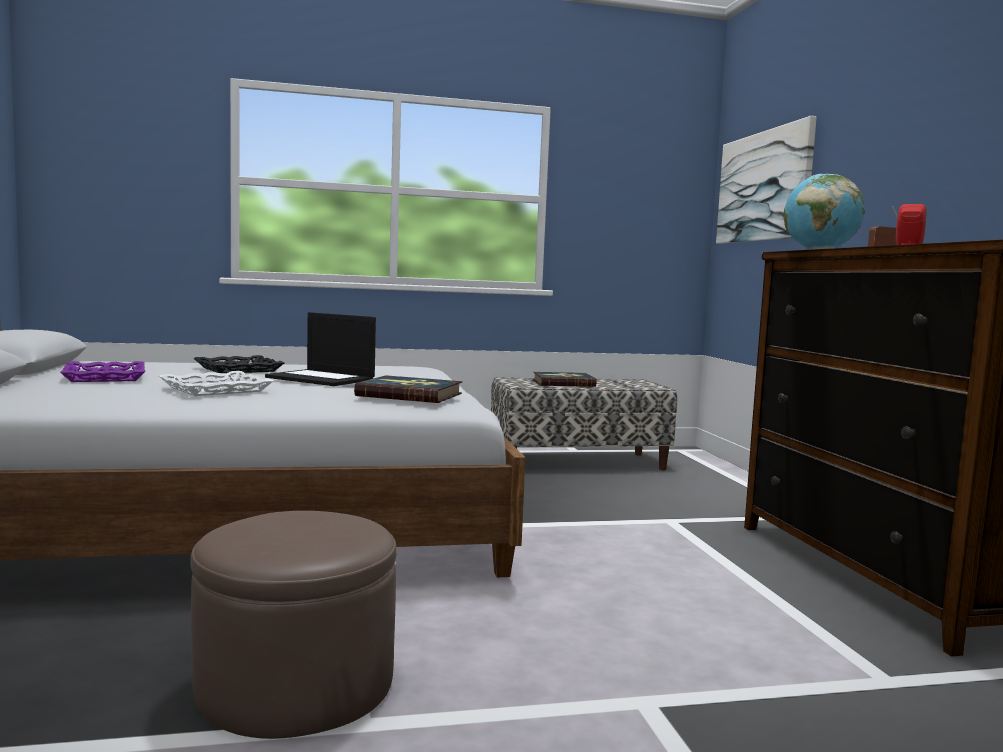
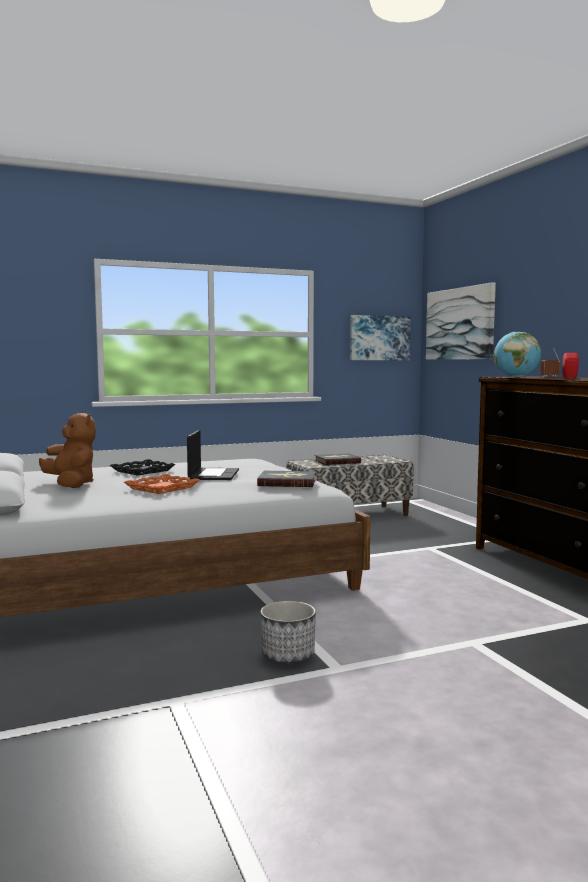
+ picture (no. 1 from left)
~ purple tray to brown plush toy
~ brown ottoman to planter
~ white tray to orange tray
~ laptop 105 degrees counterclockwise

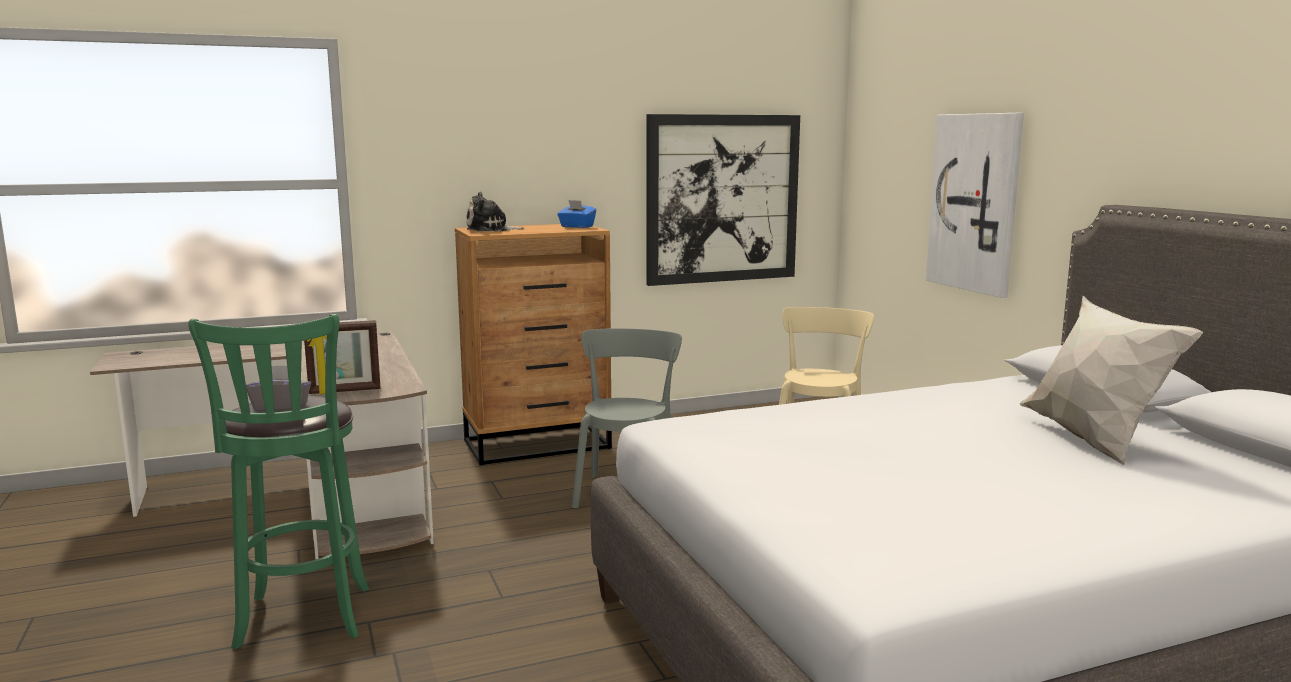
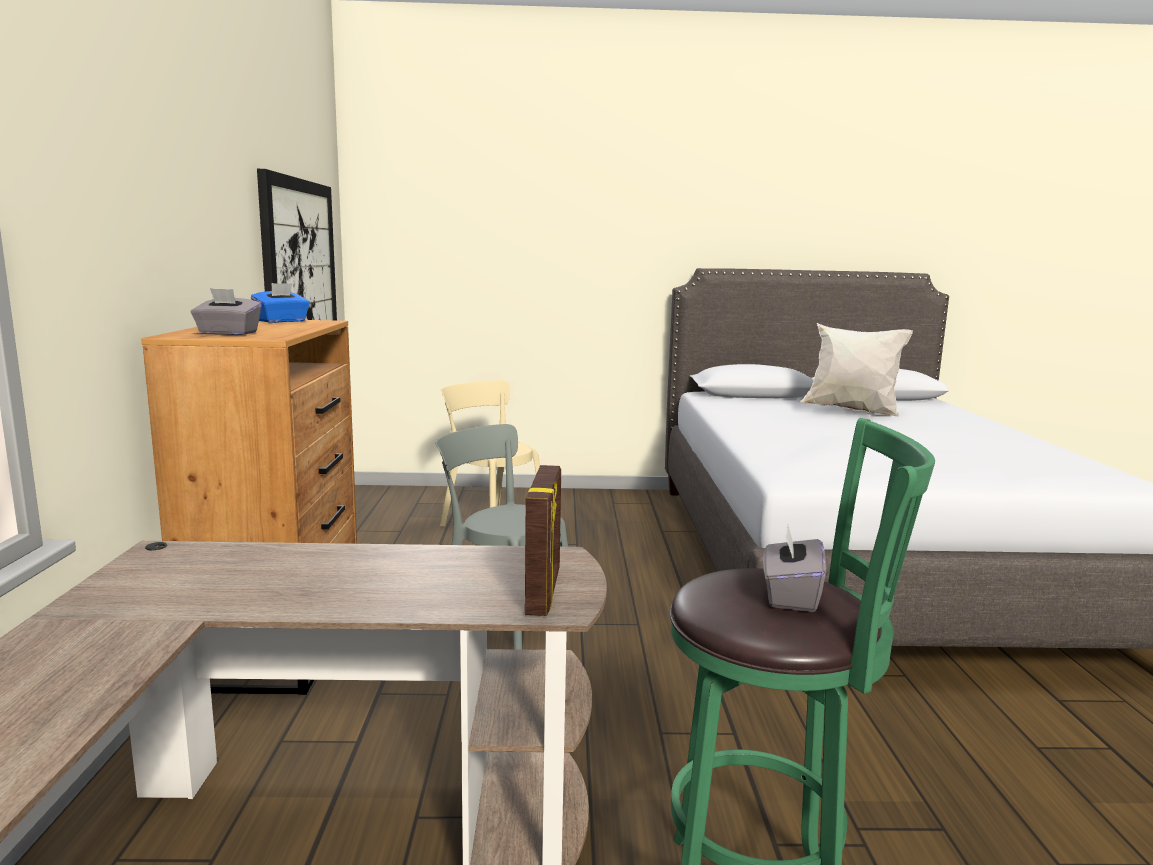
- picture (no. 2 from left)
~ plush toy to grey tissue box (no. 1 from left)

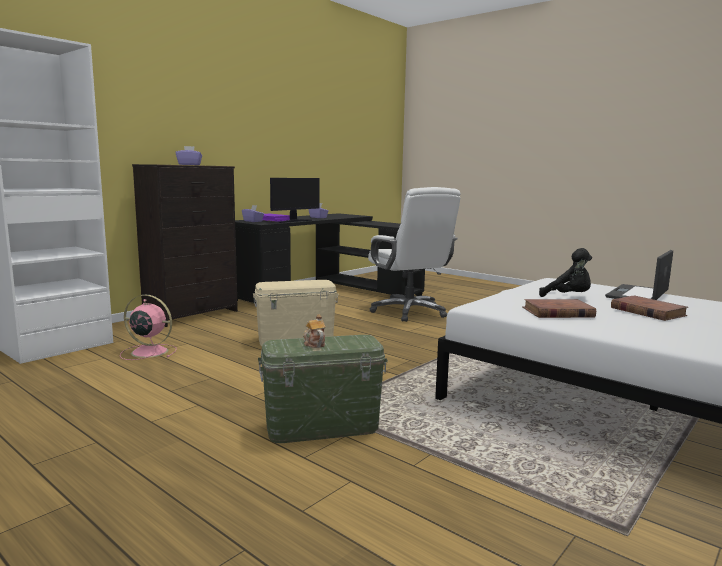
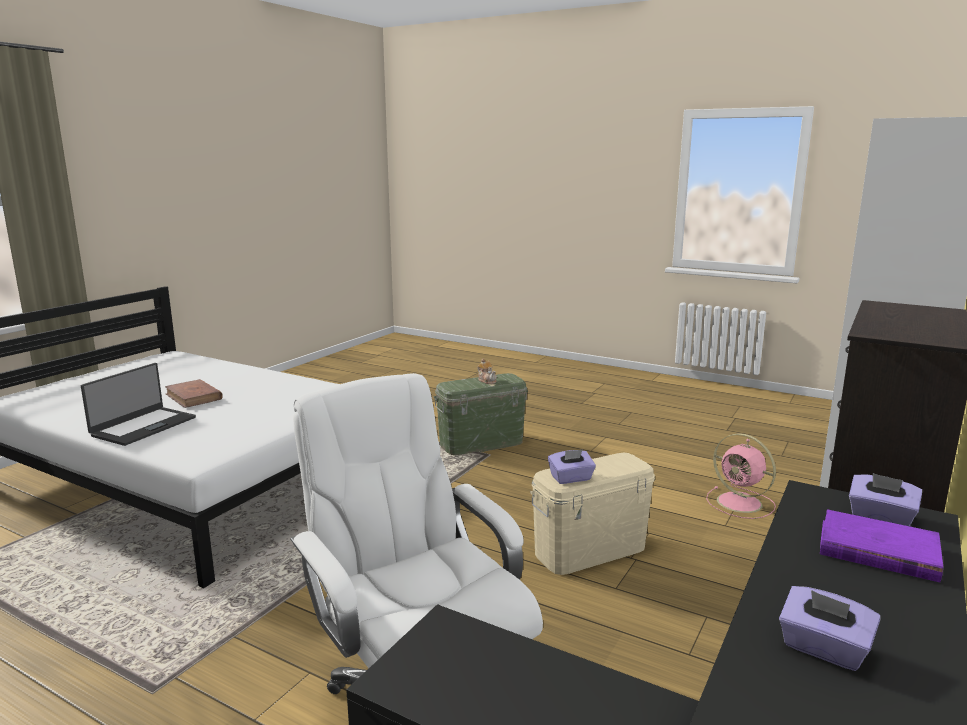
- monitor
- brown book (no. 1 from left)
- black plush toy
~ purple tissue box (no. 1 from left)
~ pink fan 45 degrees clockwise

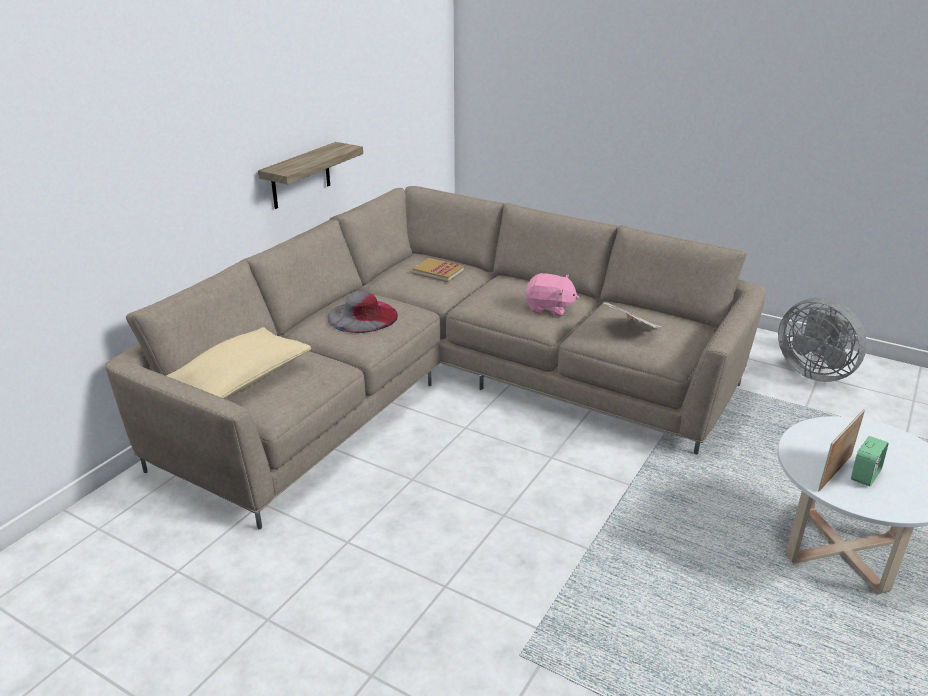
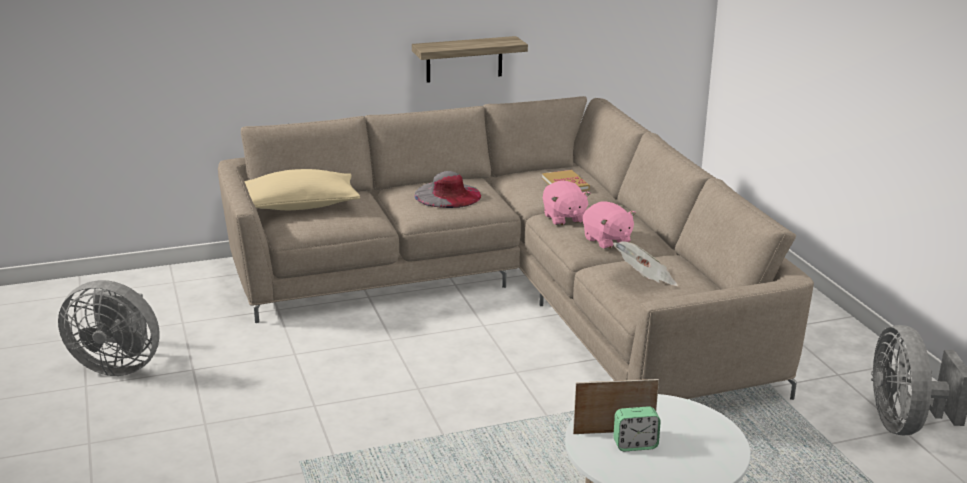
+ grey fan (no. 1 from left)
+ pink plush toy (no. 1 from left)

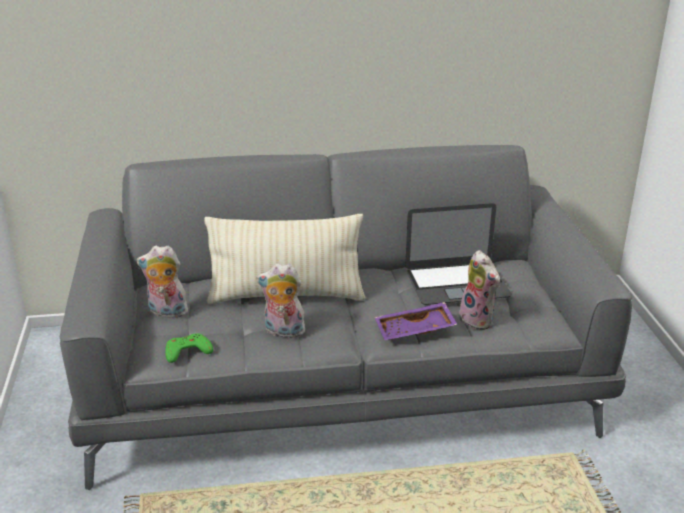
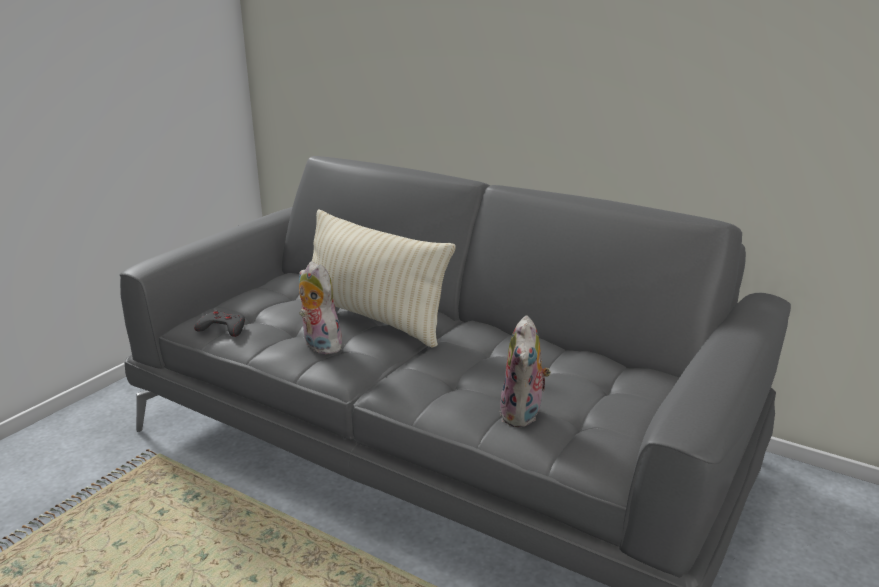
- plush toy (no. 1 from left)
- purple tray
- laptop
~ green game controller to grey game controller

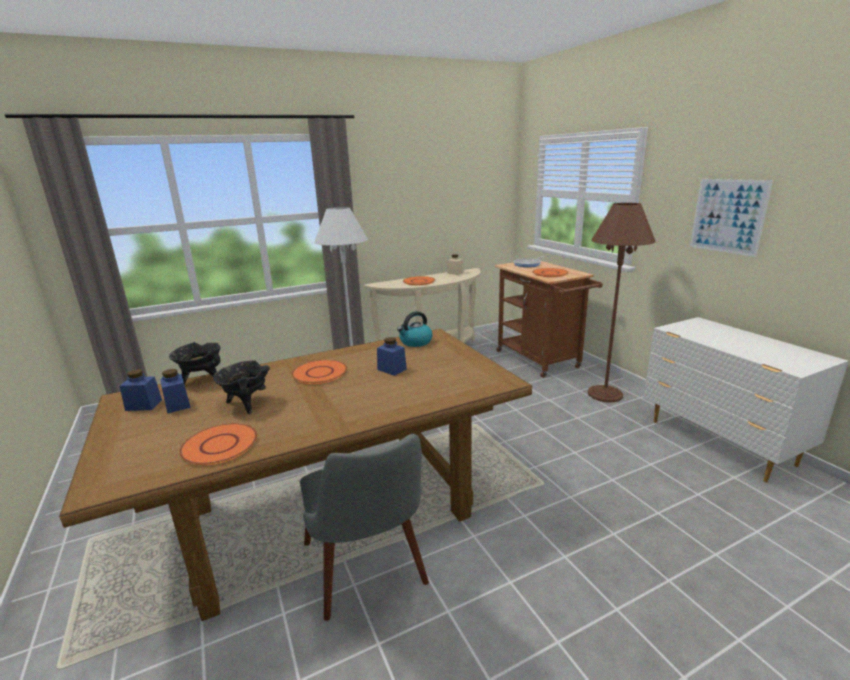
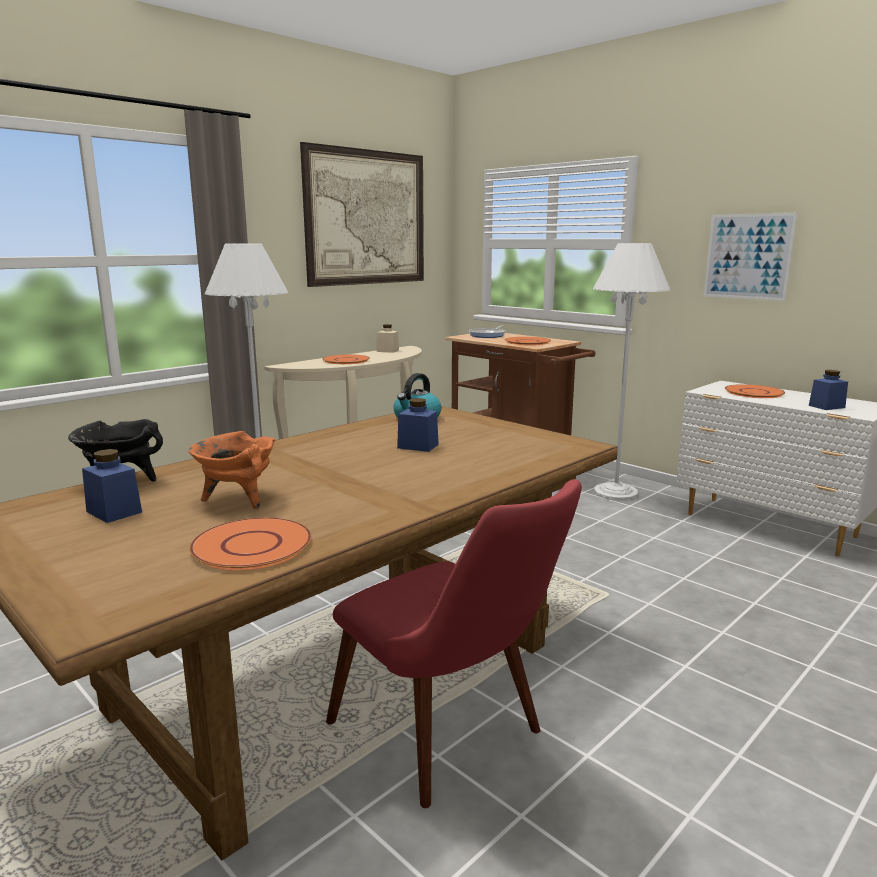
+ picture (no. 1 from left)
~ blue jar (no. 1 from left in the first image) to blue jar (no. 3 from left)
~ orange plate (no. 2 from left in the first image) to orange plate (no. 4 from left)
~ black cooking pot (no. 2 from left) to orange cooking pot
~ grey chair to red chair
~ brown floor lamp to white floor lamp (no. 2 from left)

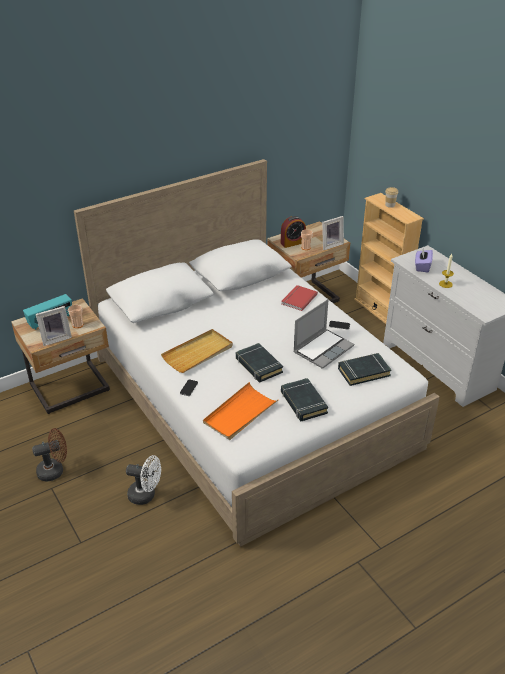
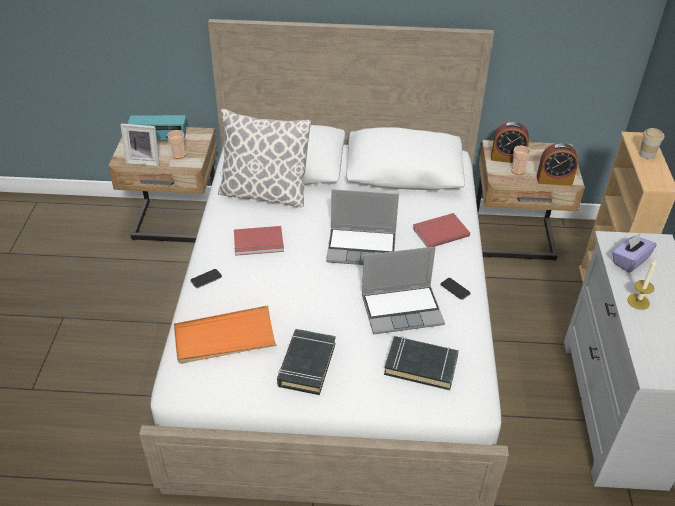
- brown fan
- white fan
- black book (no. 1 from left)
+ pillow
+ laptop (no. 1 from left)
~ beige tray to red book (no. 1 from left)
~ picture frame (no. 2 from left) to alarm clock (no. 2 from left)

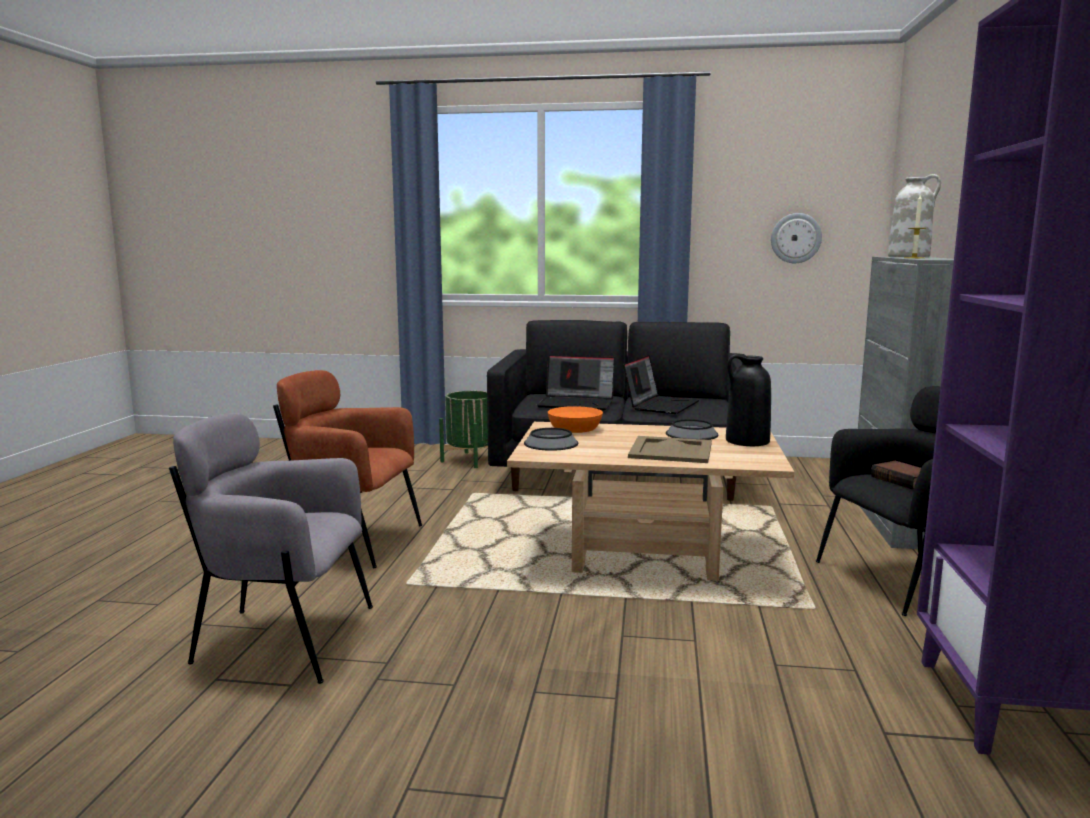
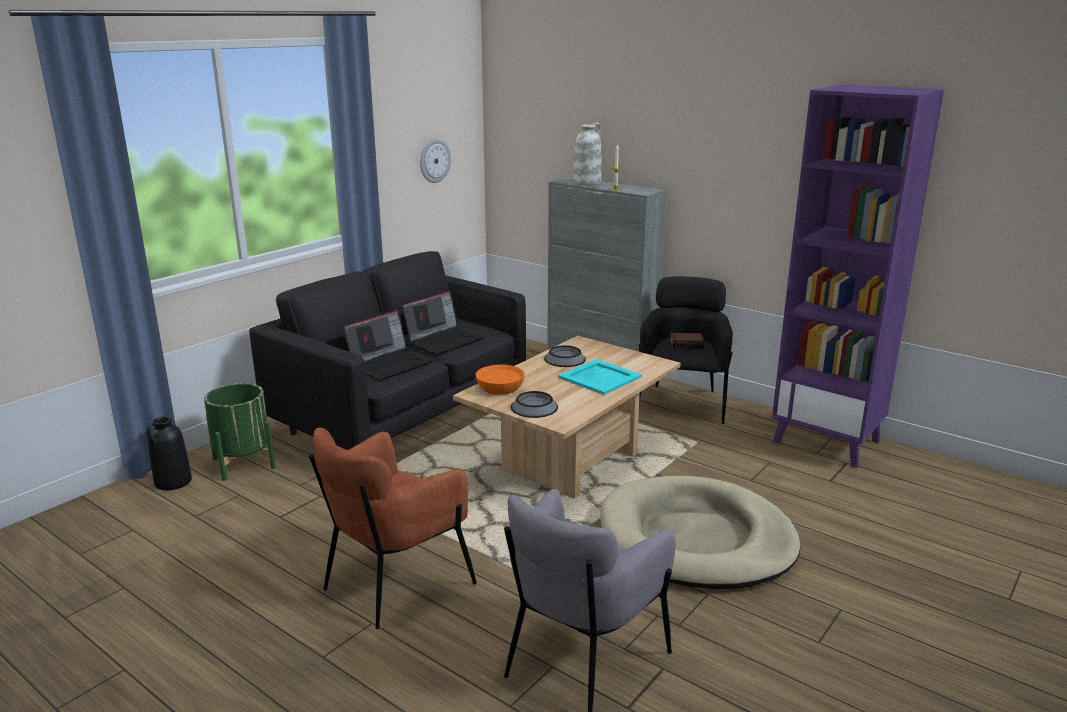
+ beige dog bed
~ black vase
~ beige tray to turquoise tray
~ laptop (no. 2 from left) 75 degrees clockwise

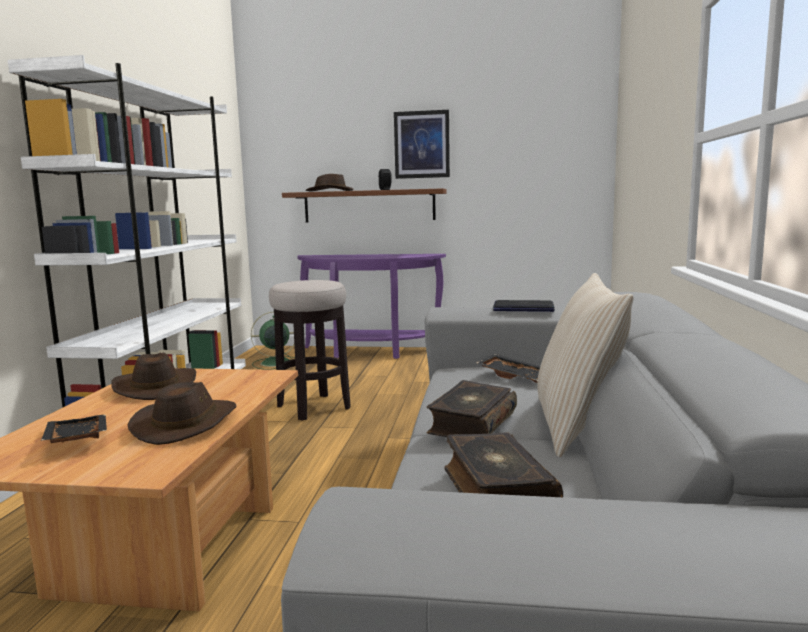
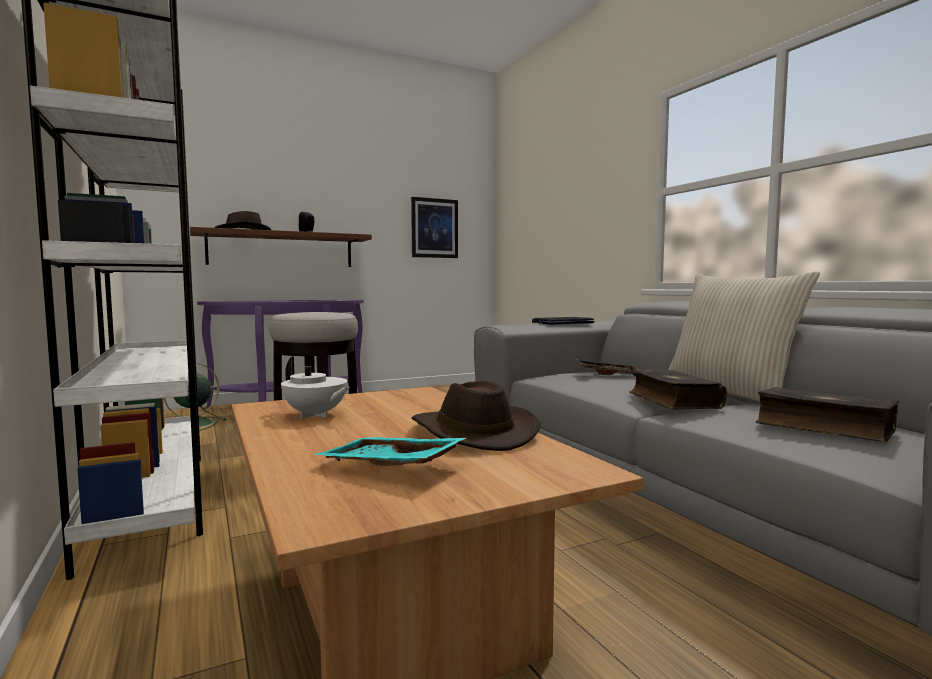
~ picture
~ brown hat (no. 1 from left) to white teapot
~ black tray (no. 1 from left) to turquoise tray

